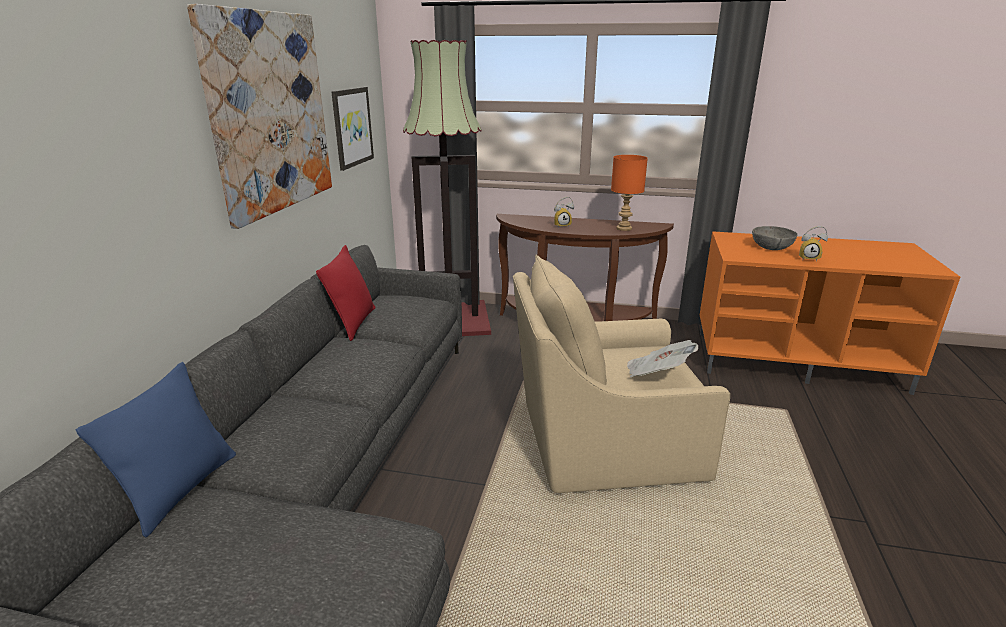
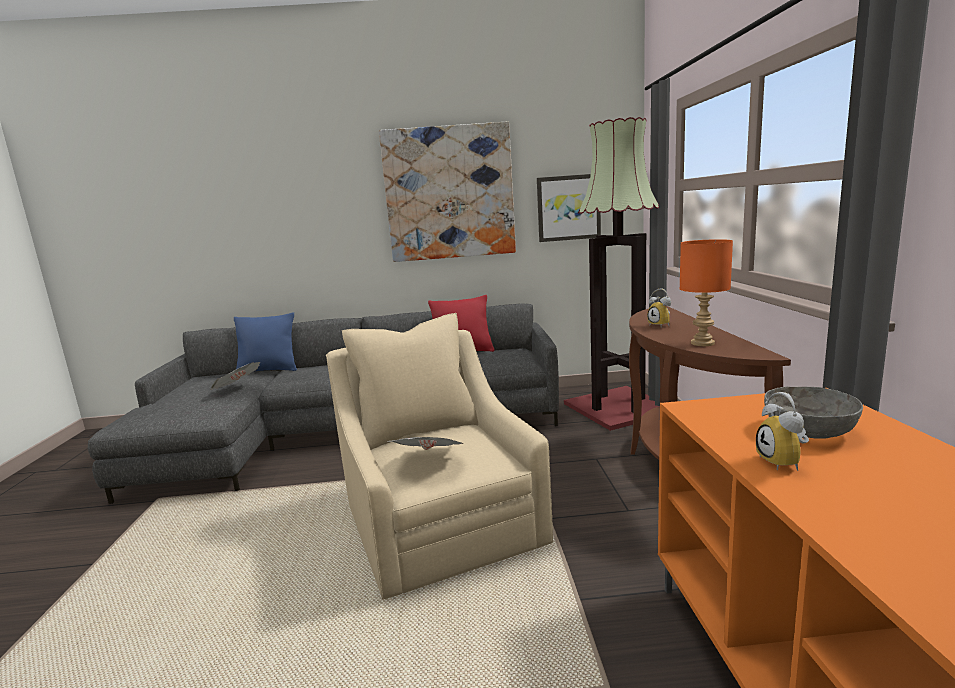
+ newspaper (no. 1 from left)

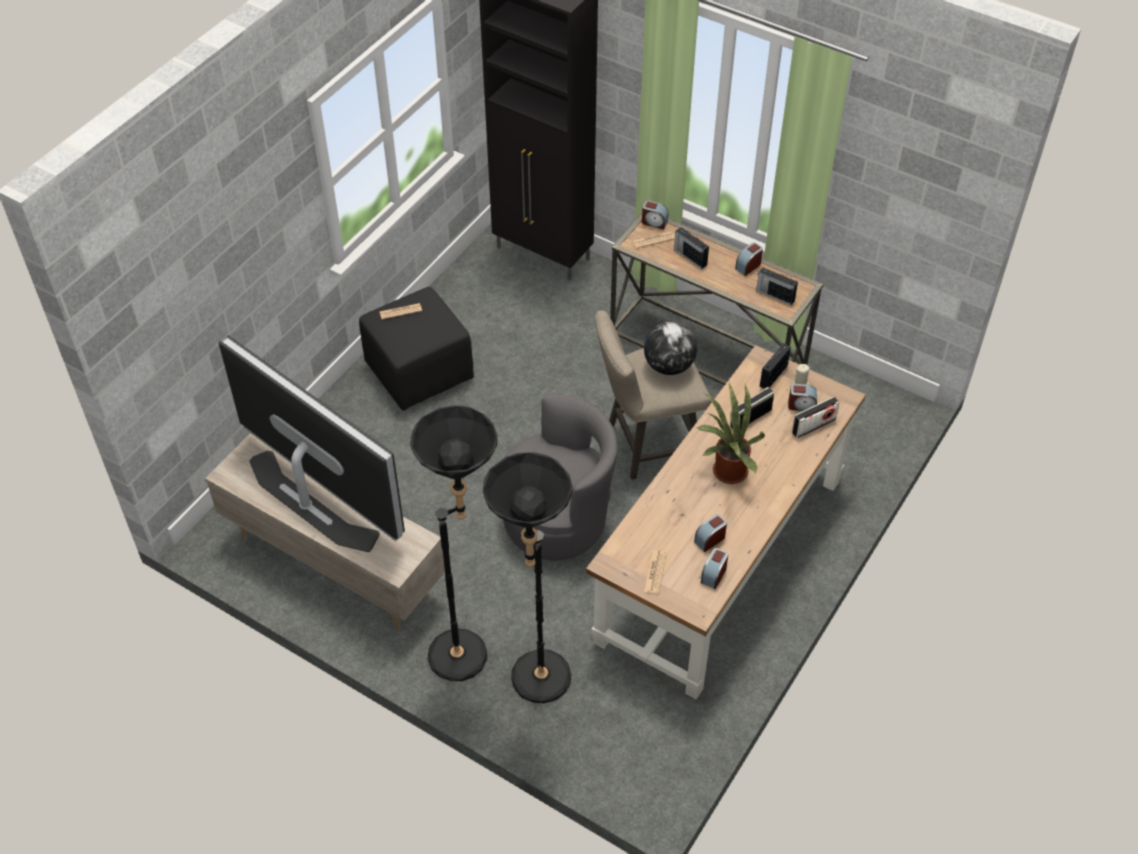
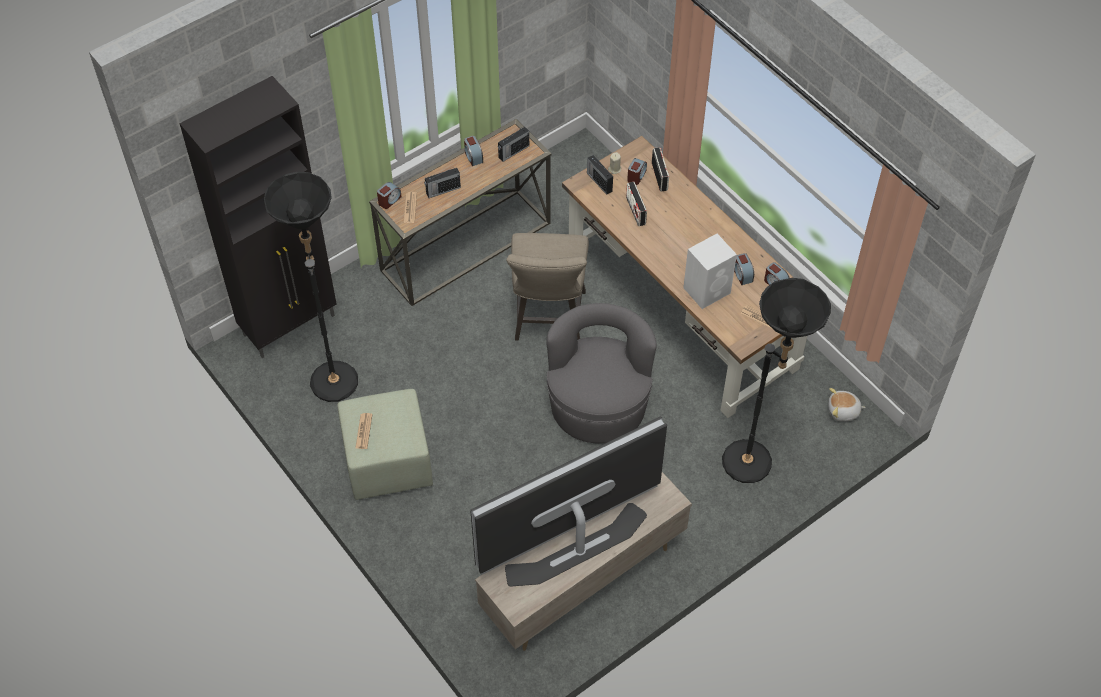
- globe
- potted plant
+ white speaker
+ plush toy
~ black floor lamp (no. 1 from left)
~ black ottoman to green ottoman

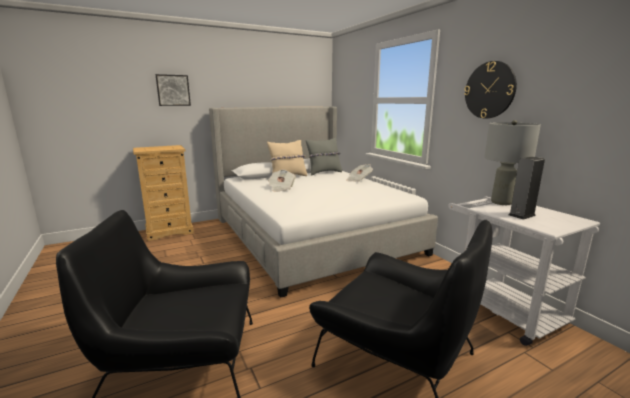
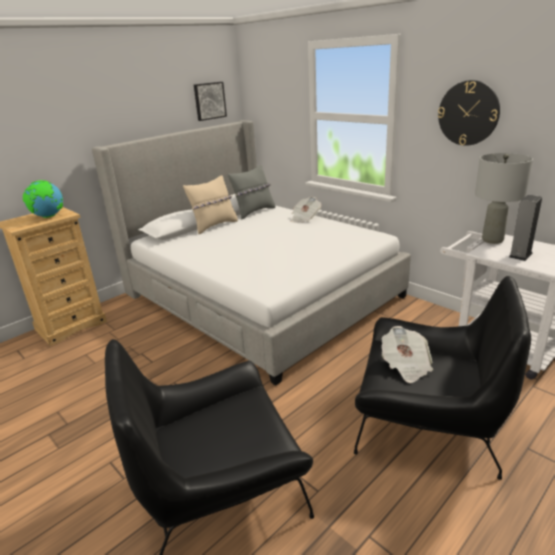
+ globe
~ picture
~ newspaper (no. 1 from left in the first image) to newspaper (no. 2 from left)

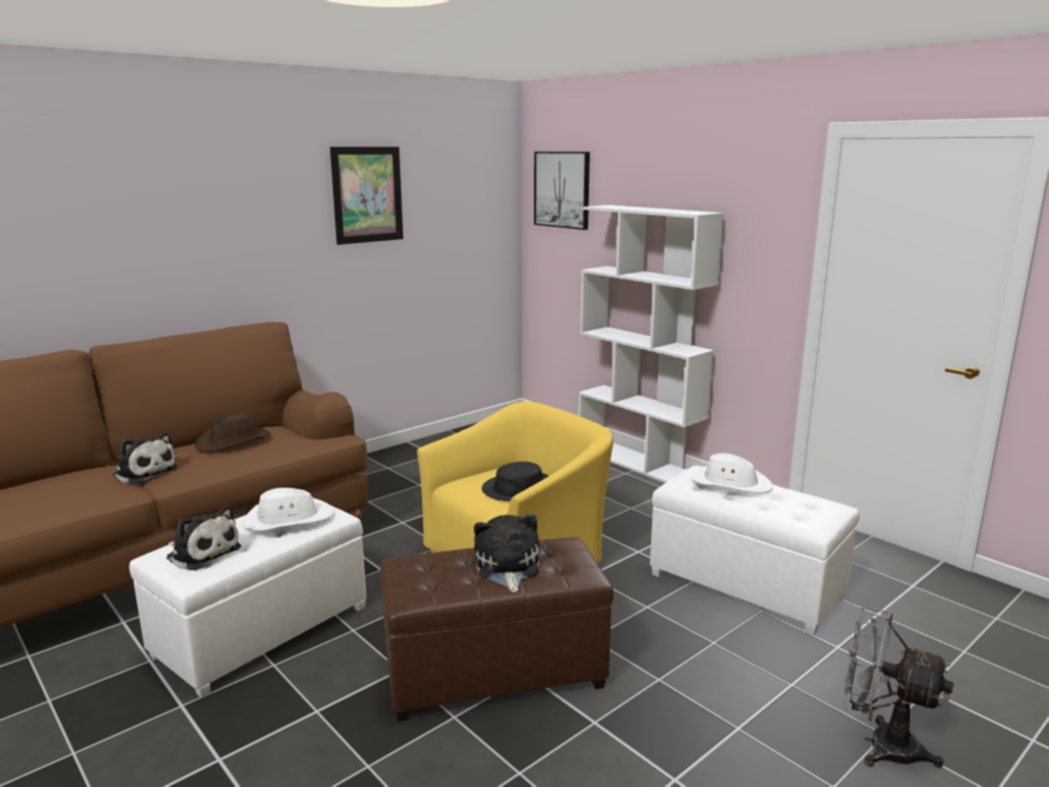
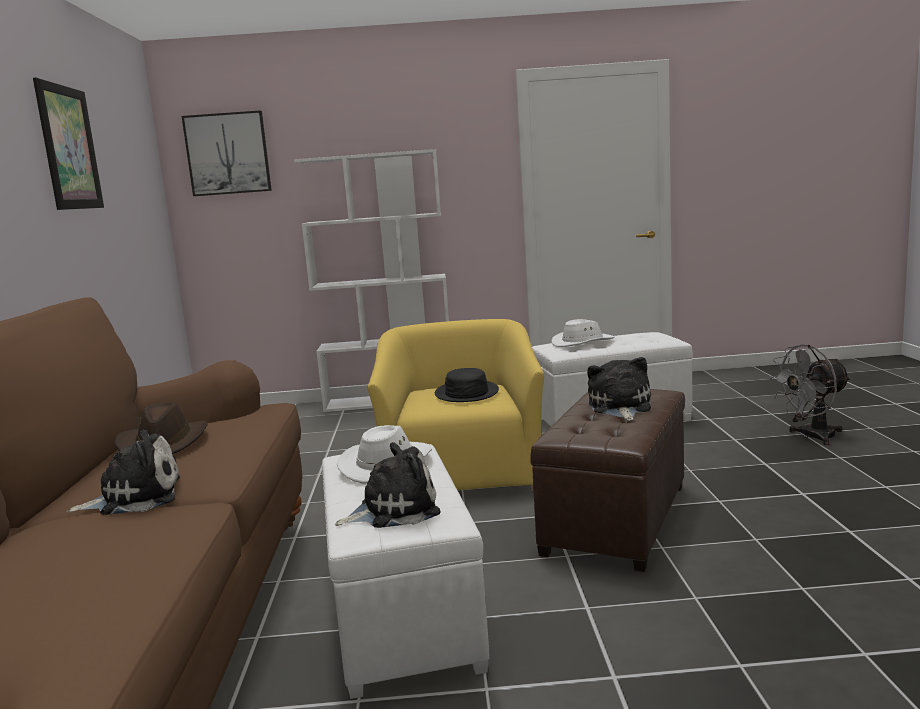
~ plush toy (no. 3 from left) 60 degrees clockwise

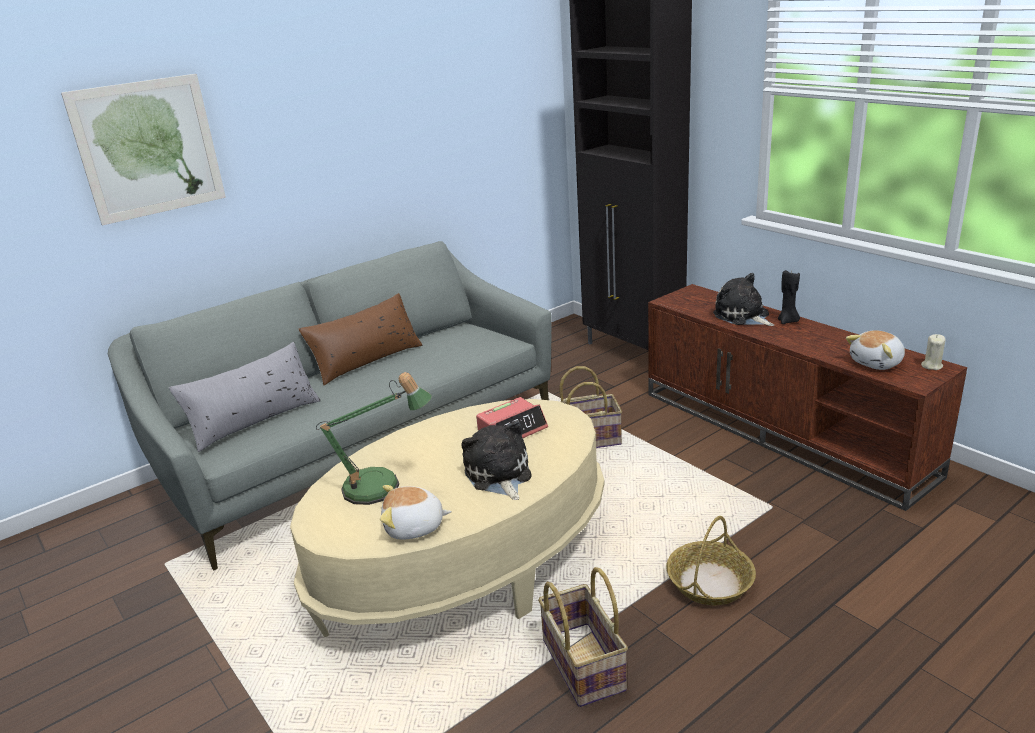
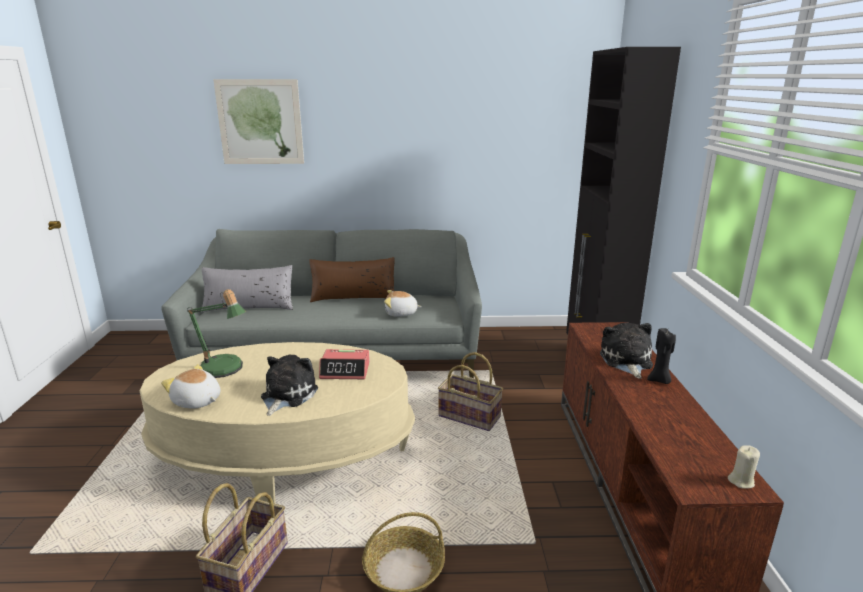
~ plush toy (no. 4 from left in the first image) to plush toy (no. 3 from left)

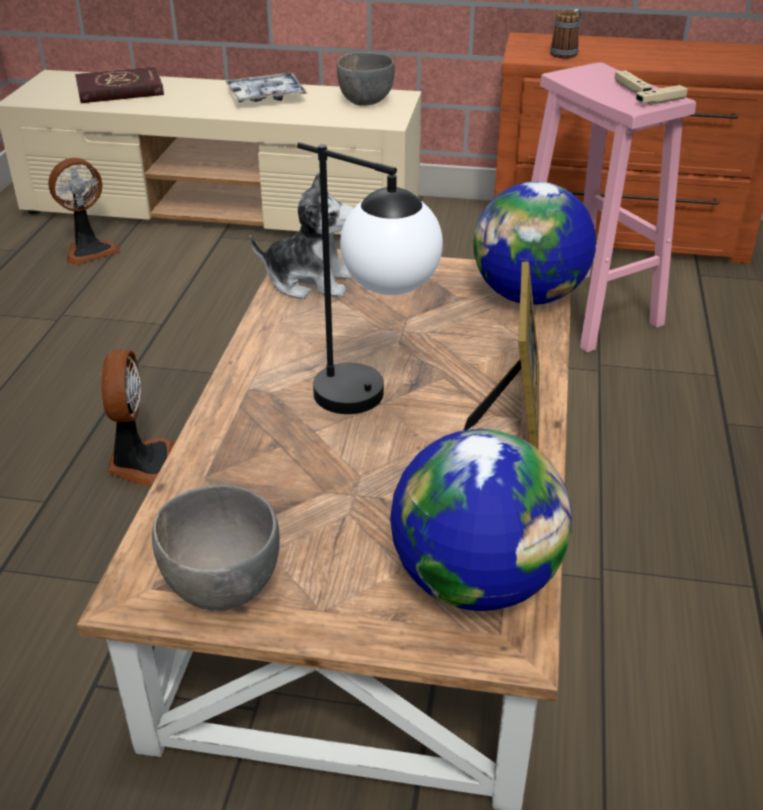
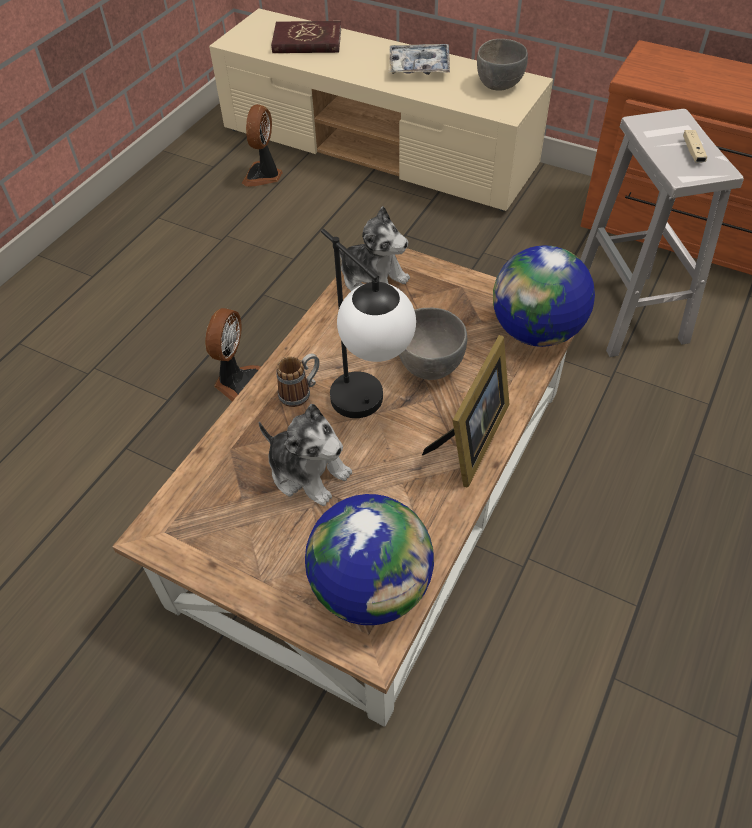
- beige game controller (no. 2 from left)
+ plush toy (no. 1 from left)
~ grey bowl (no. 1 from left)
~ mug
~ pink stool to white stool
~ fan (no. 1 from left in the first image) 120 degrees clockwise

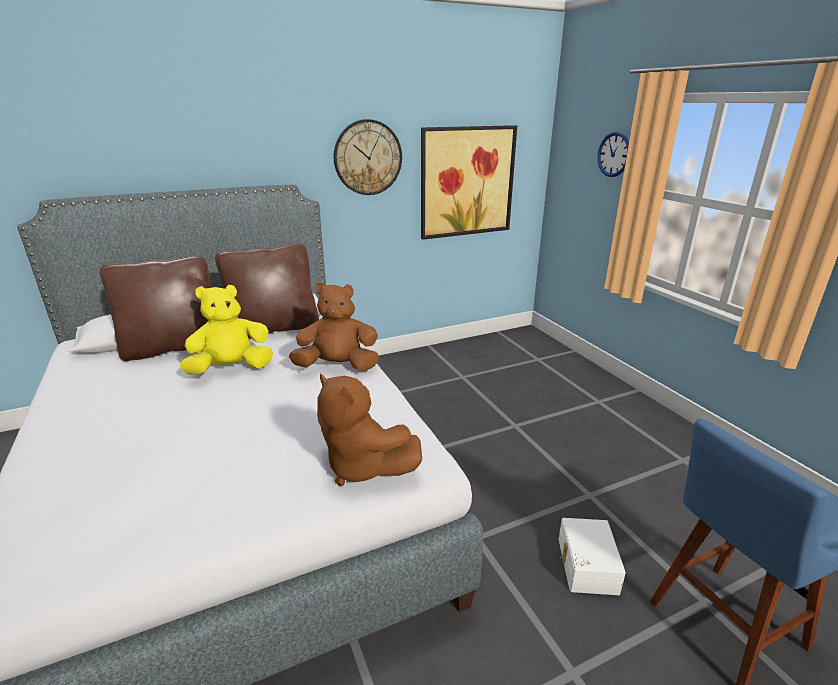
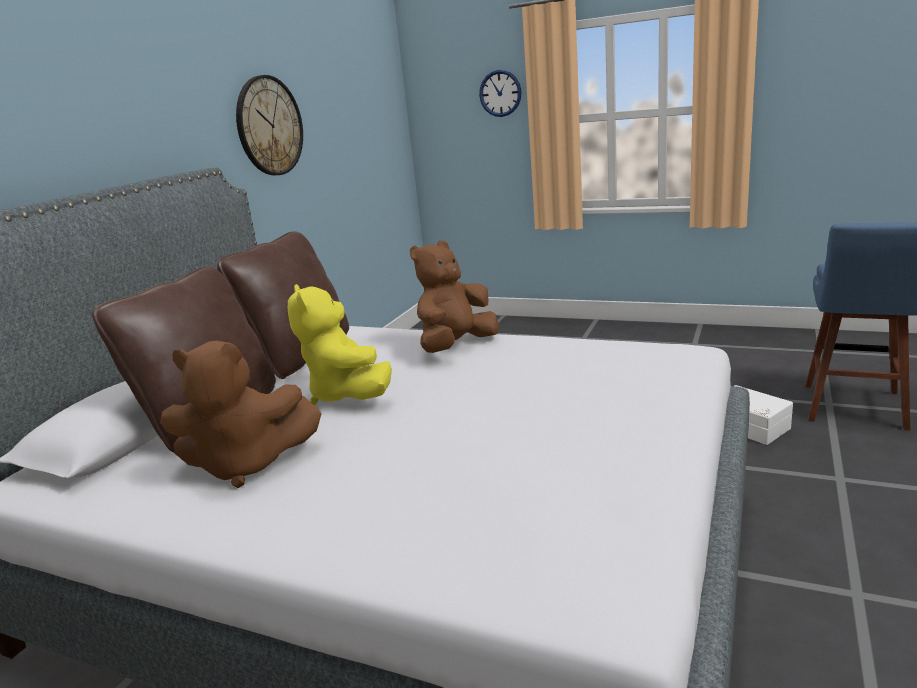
- picture
~ brown plush toy (no. 2 from left in the first image) to brown plush toy (no. 1 from left)
~ yellow plush toy 45 degrees counterclockwise

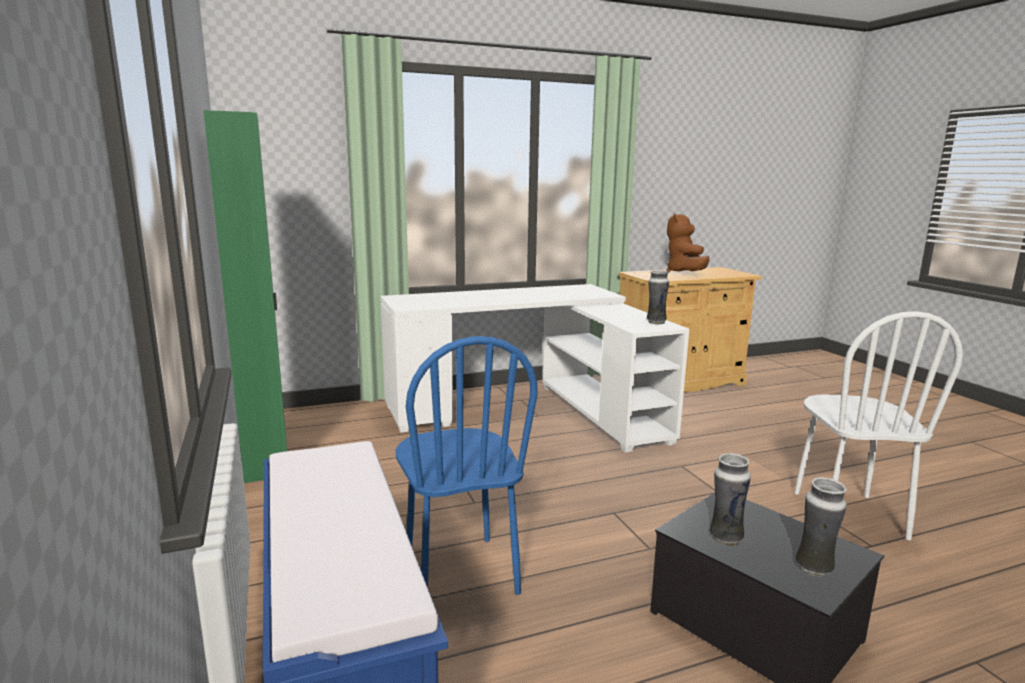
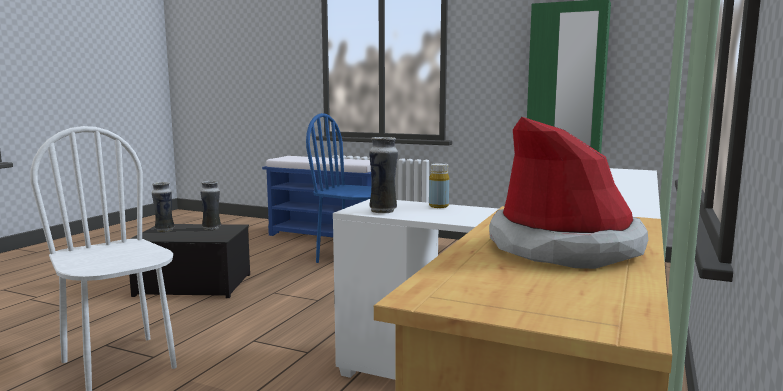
+ yellow bottle
~ brown plush toy to hat

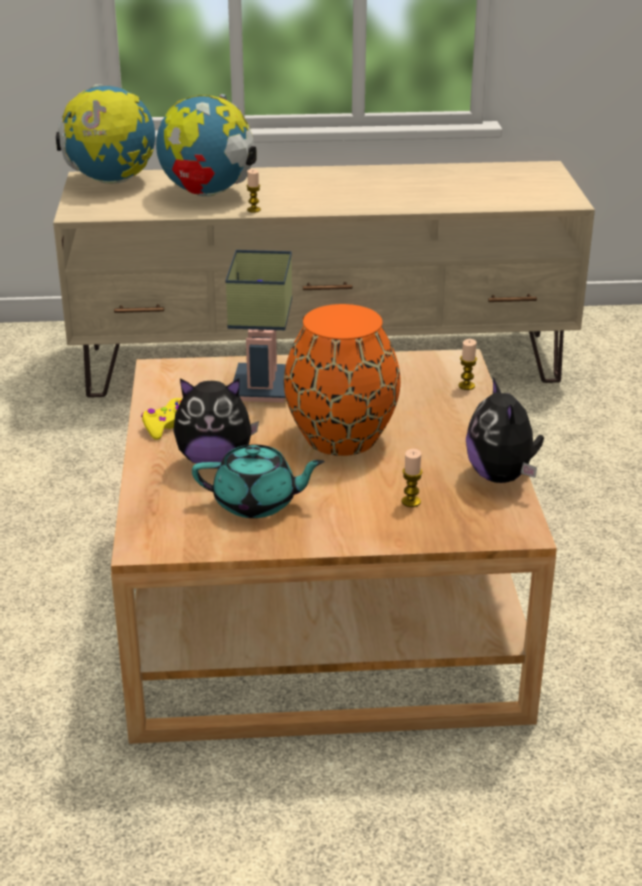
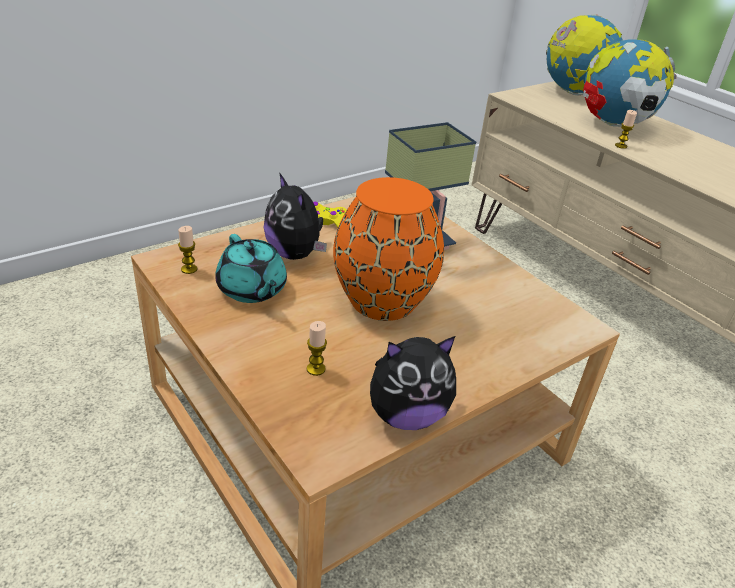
~ candle (no. 3 from left in the first image) to candle (no. 1 from left)
~ plush toy (no. 2 from left) 150 degrees counterclockwise

